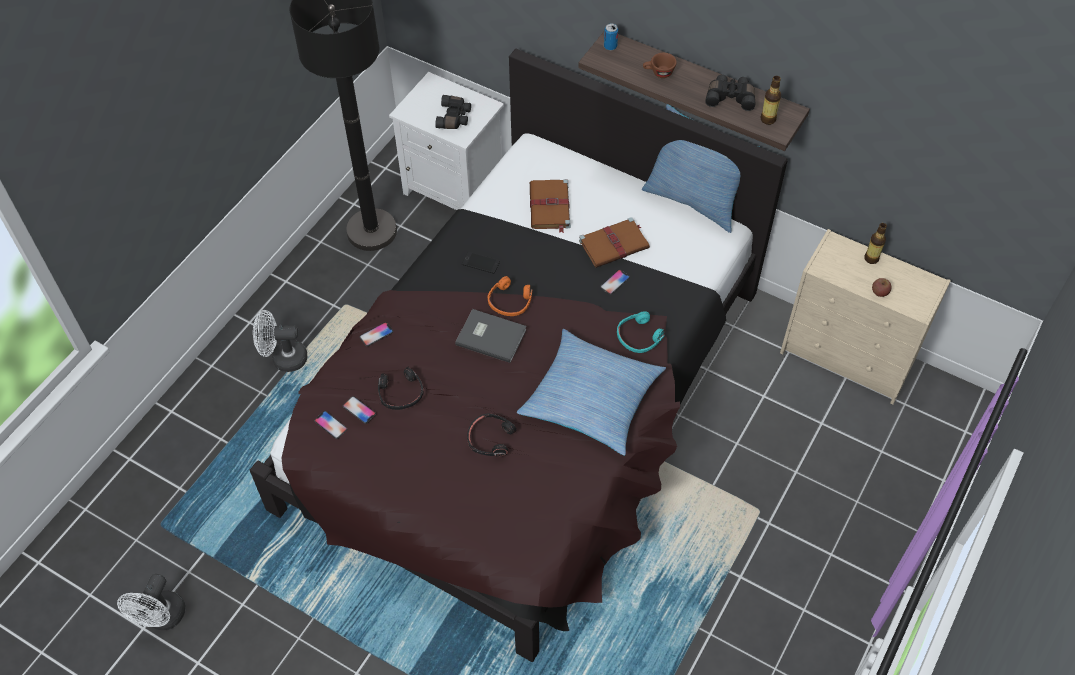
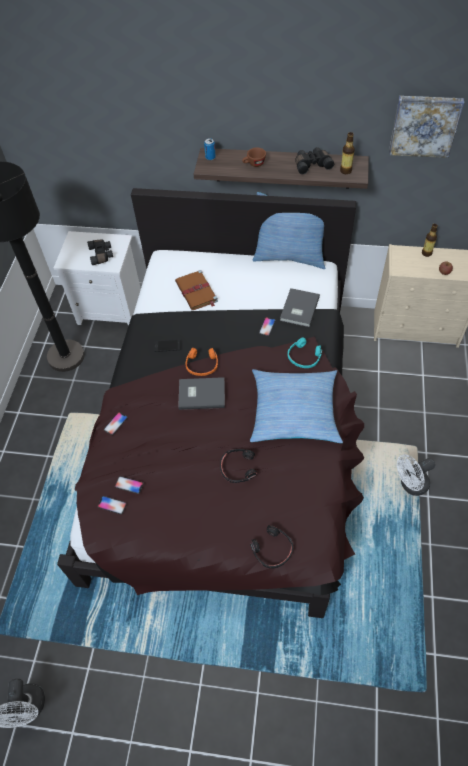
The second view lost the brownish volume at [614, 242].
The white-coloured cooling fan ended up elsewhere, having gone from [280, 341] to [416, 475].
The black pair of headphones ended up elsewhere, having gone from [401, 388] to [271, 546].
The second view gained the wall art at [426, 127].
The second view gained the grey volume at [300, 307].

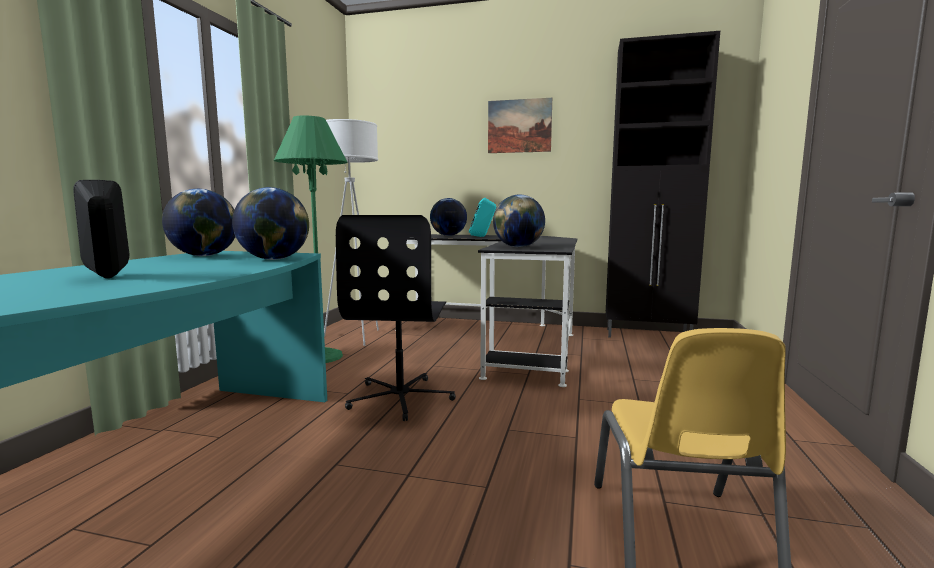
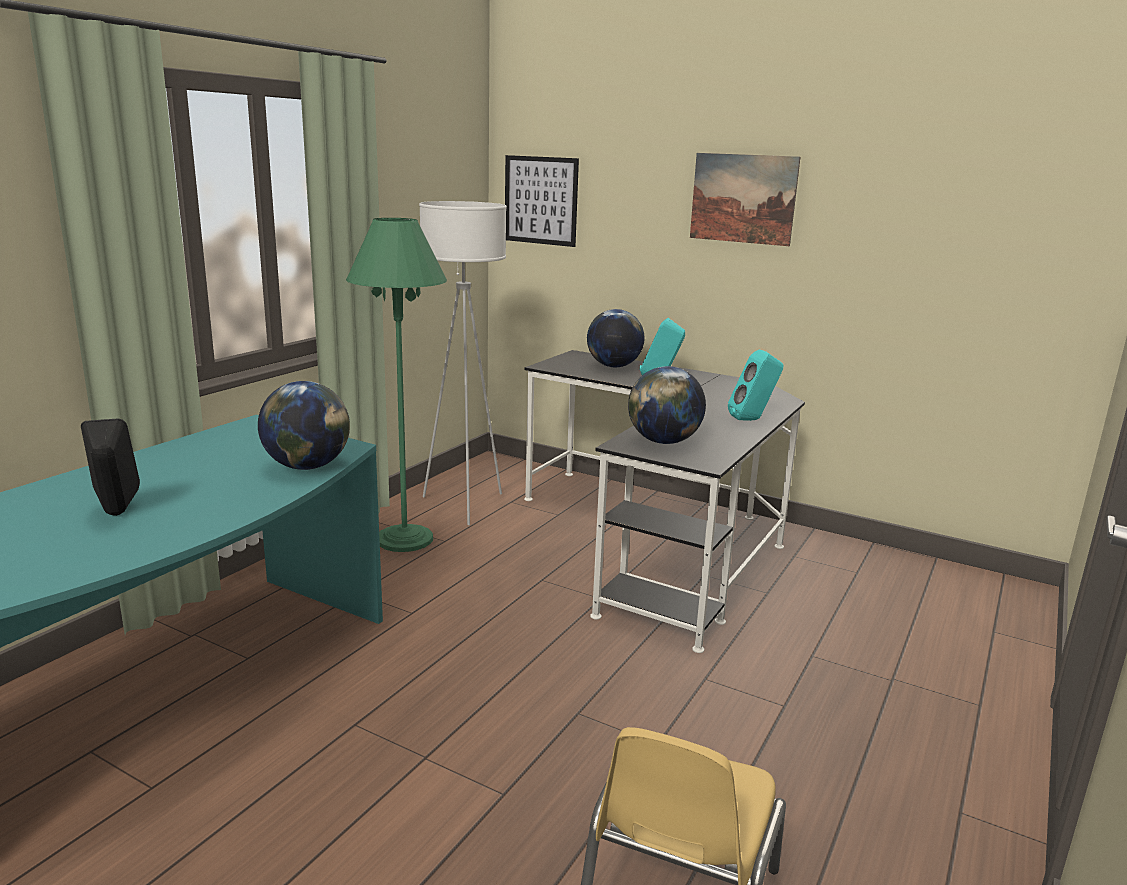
The second view lost the black cupboard at [663, 184].
The second view lost the globe at [199, 222].
The second view lost the black computer chair at [396, 318].
The second view gained the wall art at [542, 201].
The second view gained the turquoise-coloured speaker at [755, 385].

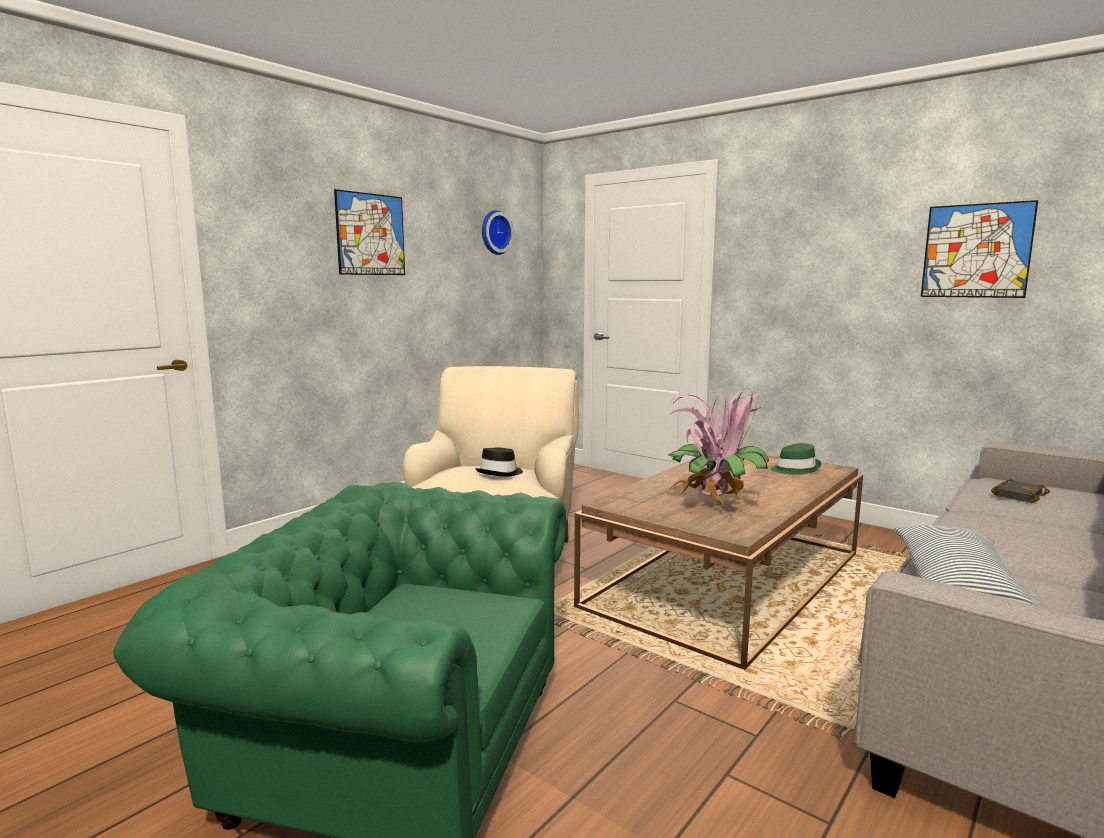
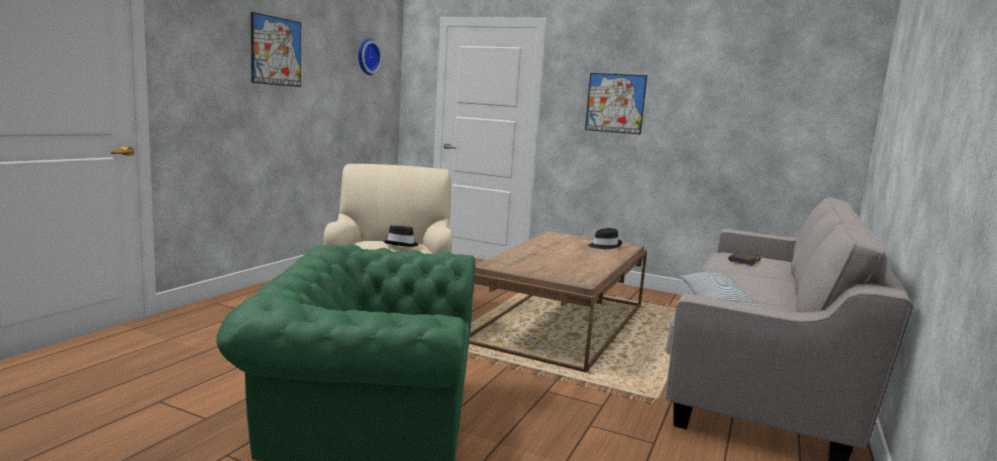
The wall art ended up elsewhere, having gone from [979, 249] to [616, 103].
The second view lost the houseplant at [718, 447].
What was the green-coloured wearable hat at [796, 459] turned into the black wearable hat at [605, 238].

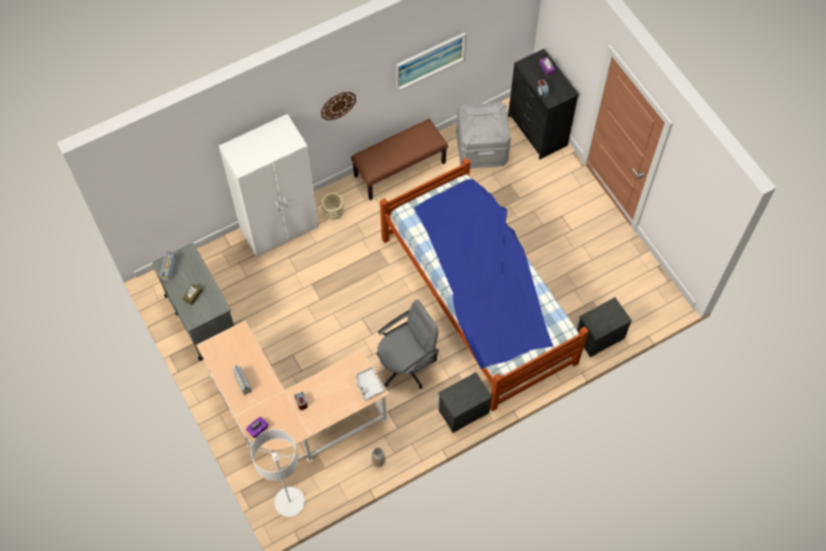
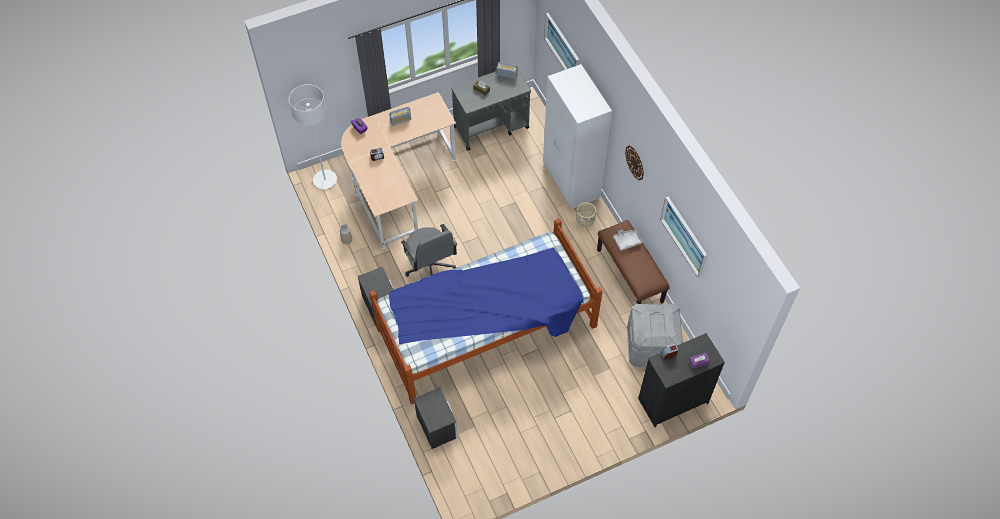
The grey serving tray ended up elsewhere, having gone from [370, 384] to [627, 240].
The second view gained the wall art at [561, 41].

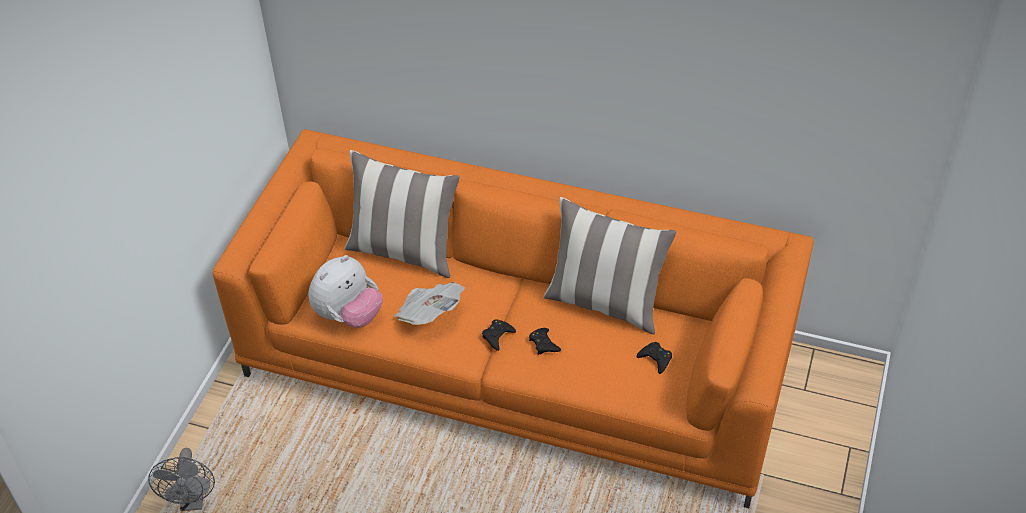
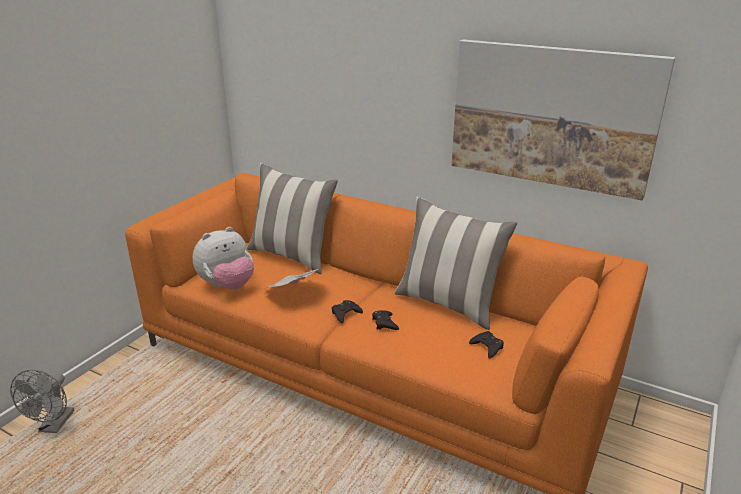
The second view gained the wall art at [563, 120].

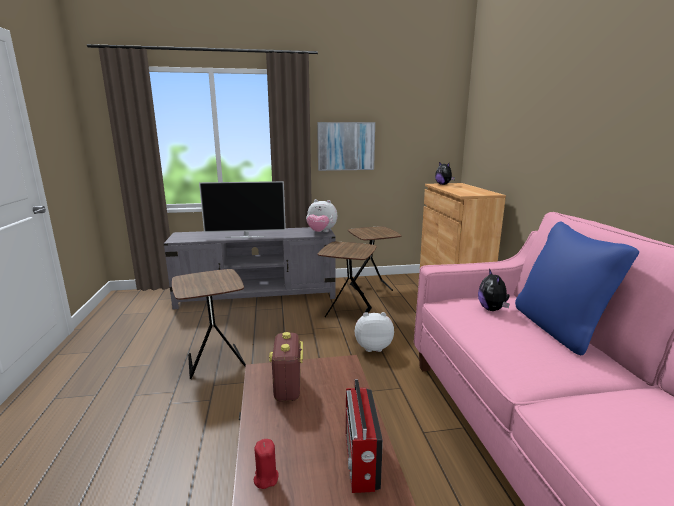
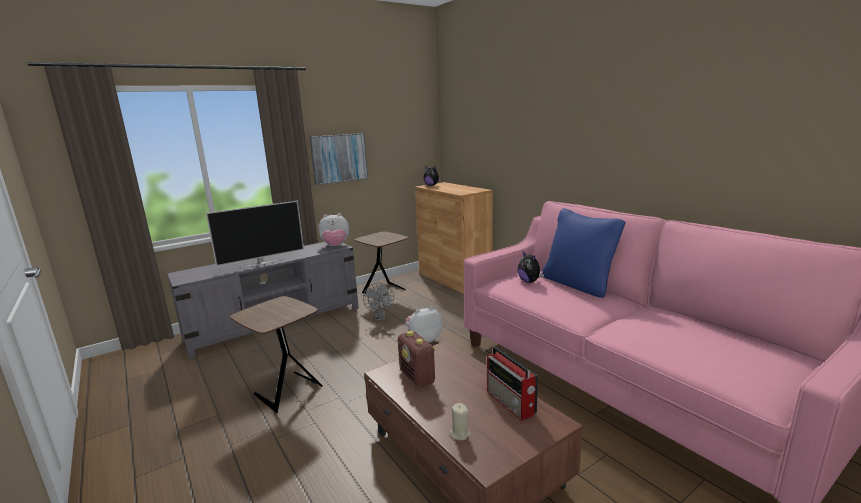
Where the brownish accent table stood at [347, 279], the grey cooling fan came to stand at [378, 302].
What was the red-coloured candle at [266, 464] turned into the sand-coloured candle at [460, 421].

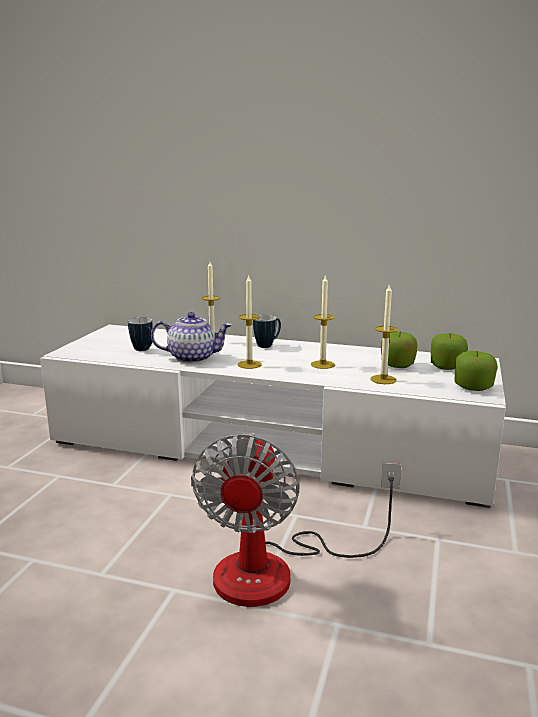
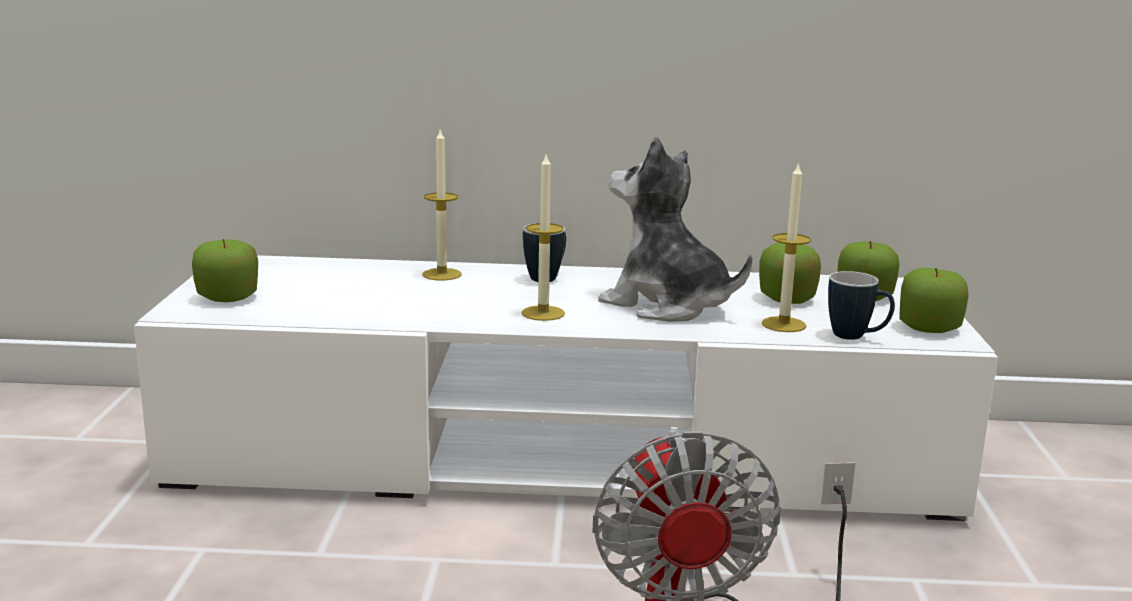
Where the candle stood at [323, 321], the cuddly toy came to stand at [675, 229].
The second view lost the tea pot at [191, 337].
The tea mug ended up elsewhere, having gone from [140, 334] to [861, 305].
The second view gained the whole apple at [225, 270].

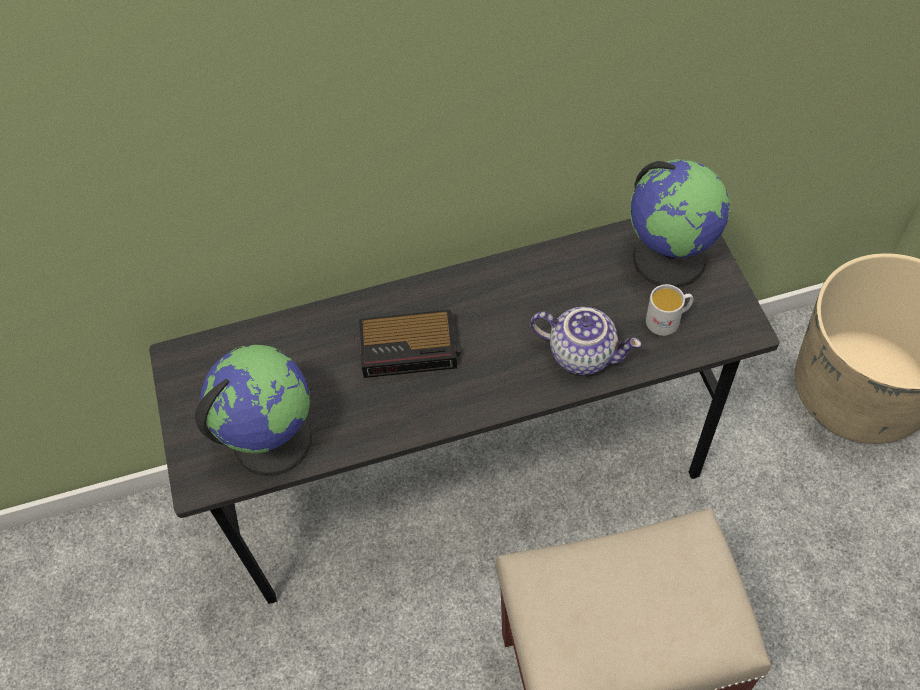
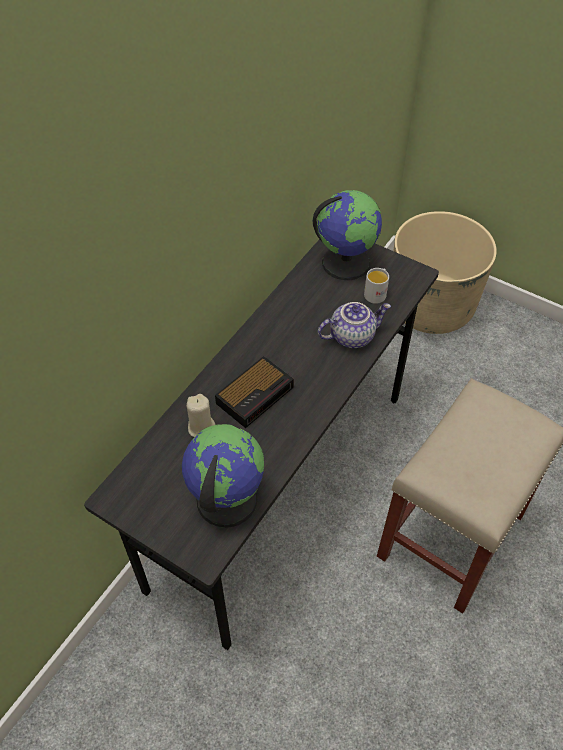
The second view gained the sand-coloured candle at [200, 415].

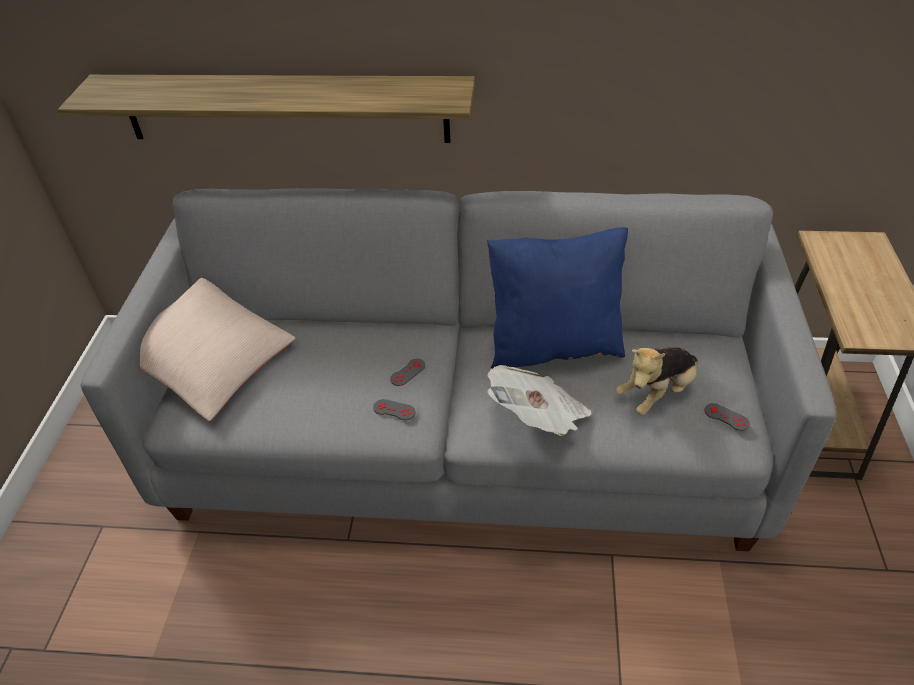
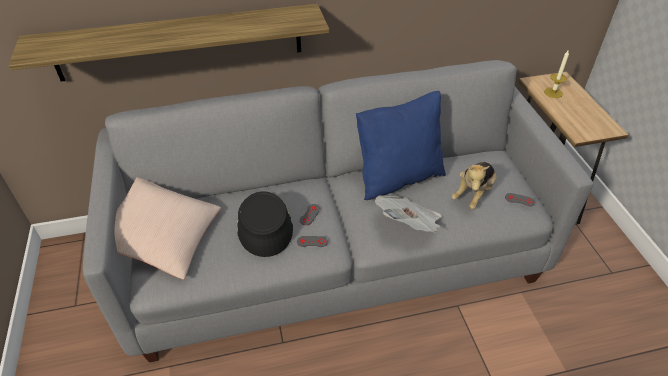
The second view gained the candle at [556, 73].
The second view gained the black wearable hat at [265, 224].

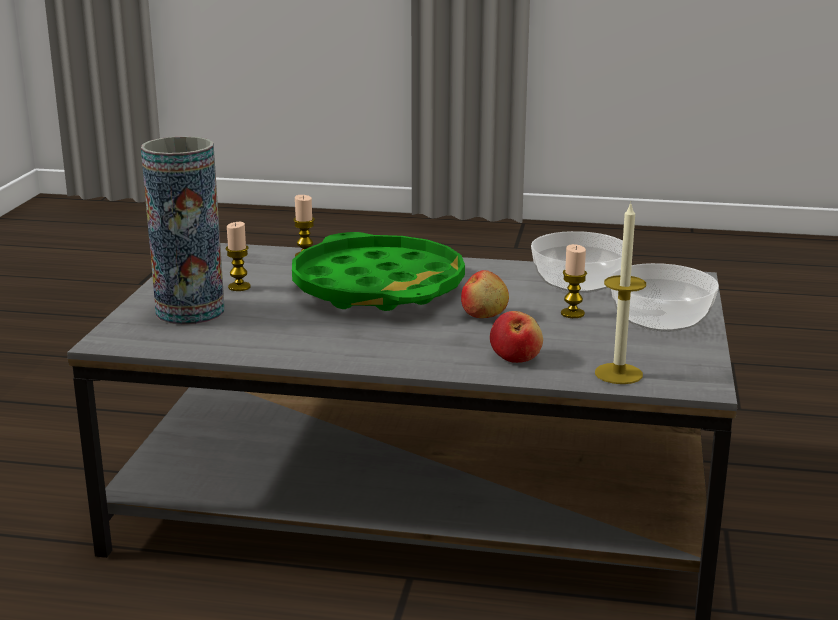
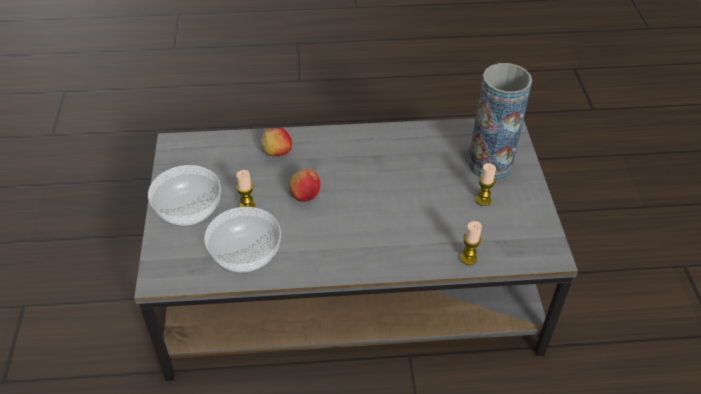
The second view lost the candle at [620, 293].
The second view lost the green-coloured serving tray at [378, 271].

